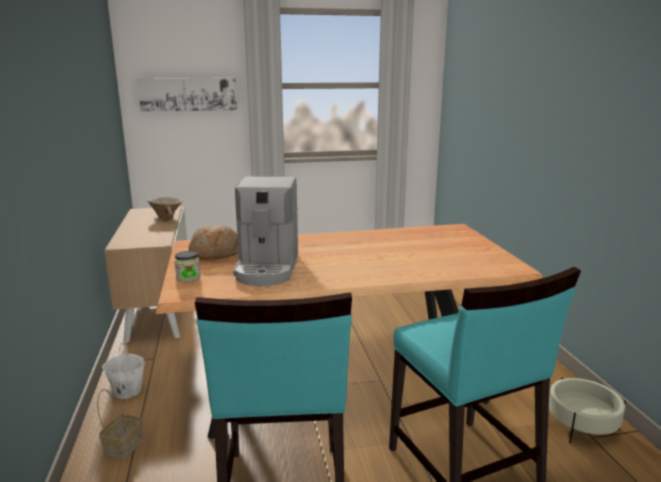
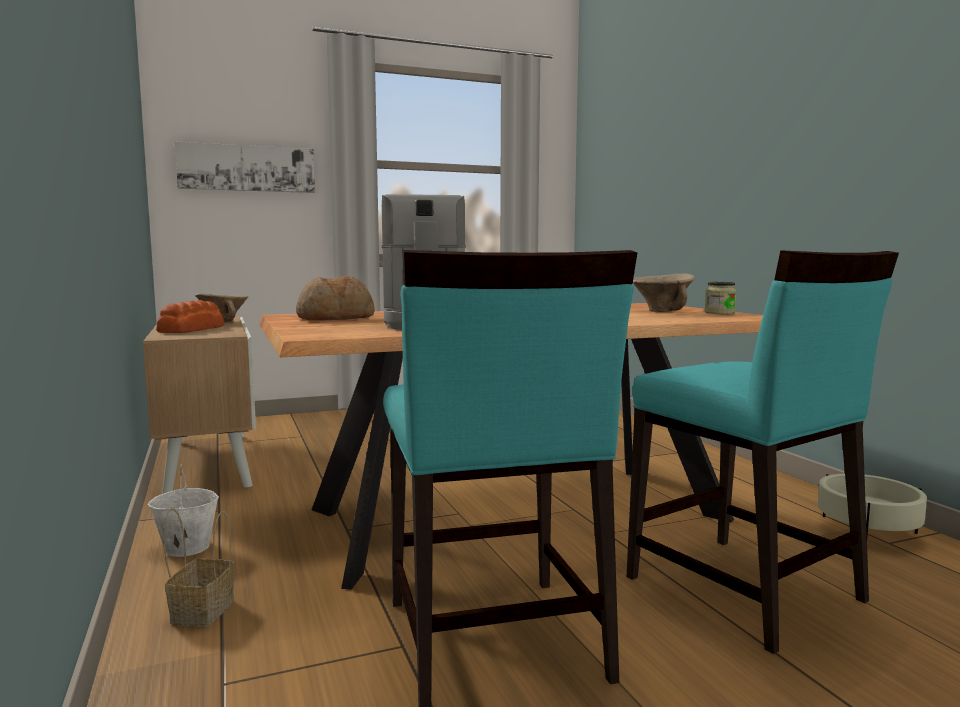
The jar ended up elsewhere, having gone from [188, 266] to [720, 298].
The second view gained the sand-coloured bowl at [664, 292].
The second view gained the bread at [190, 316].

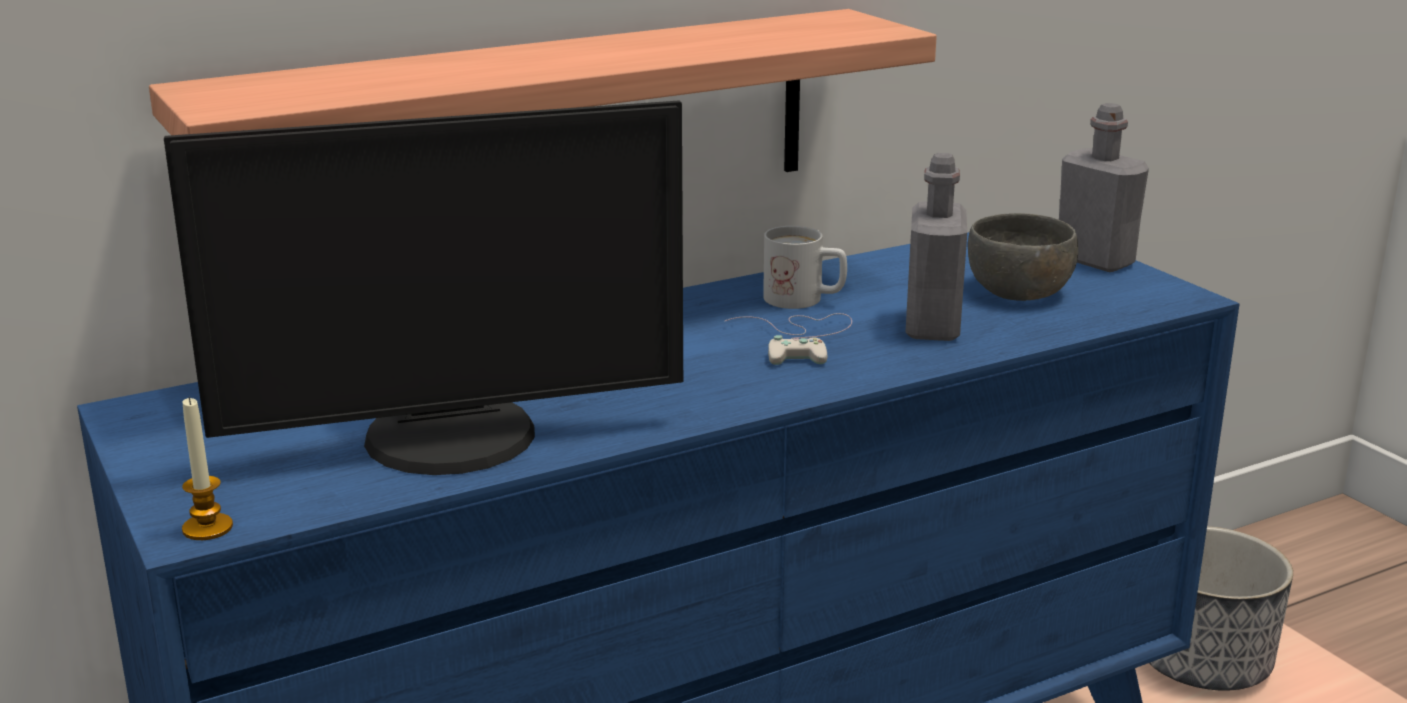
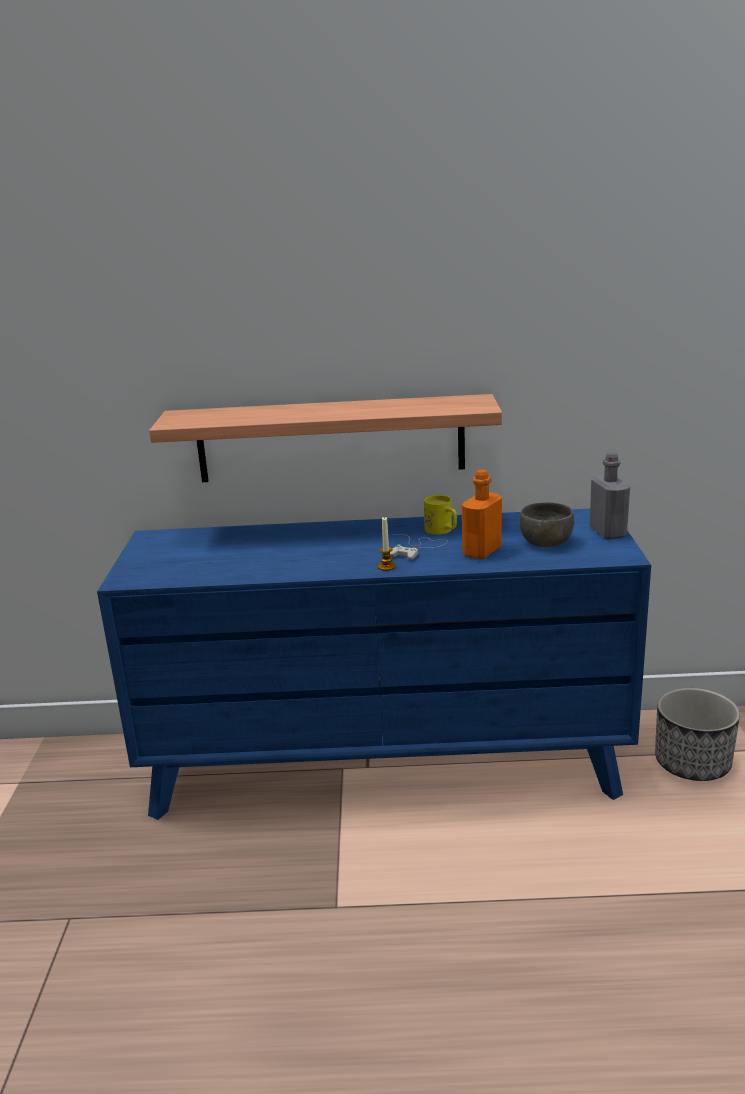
The second view lost the monitor at [423, 288].
What was the grey drink bottle at [936, 247] turned into the orange-coloured drink bottle at [481, 514].
What was the white-coloured tea mug at [805, 267] turned into the yellow-coloured tea mug at [440, 515].
The candle ended up elsewhere, having gone from [207, 468] to [387, 543].

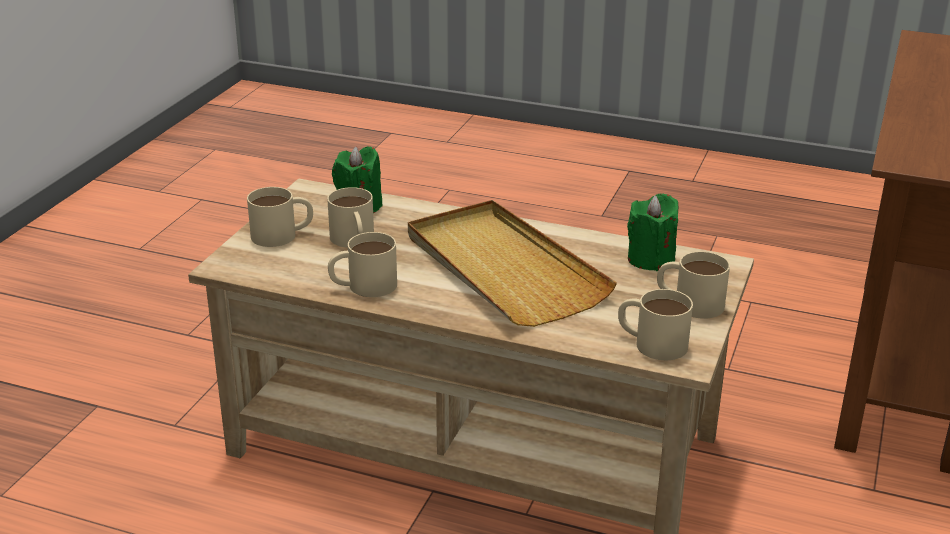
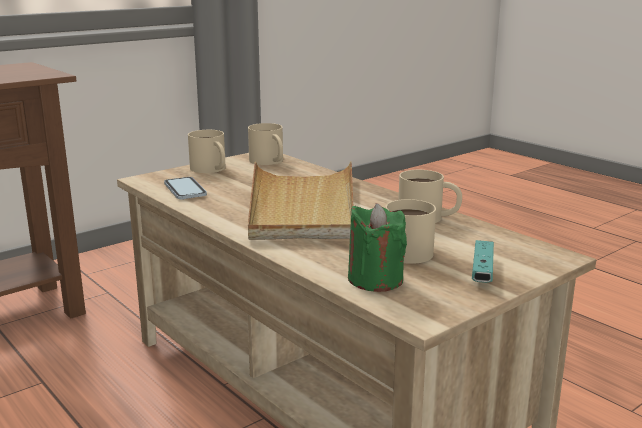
Where the sand-coloured tea mug stood at [280, 217], the turquoise-coloured gamepad came to stand at [483, 261].
Where the green-coloured candle stood at [652, 232], the phone came to stand at [185, 188].

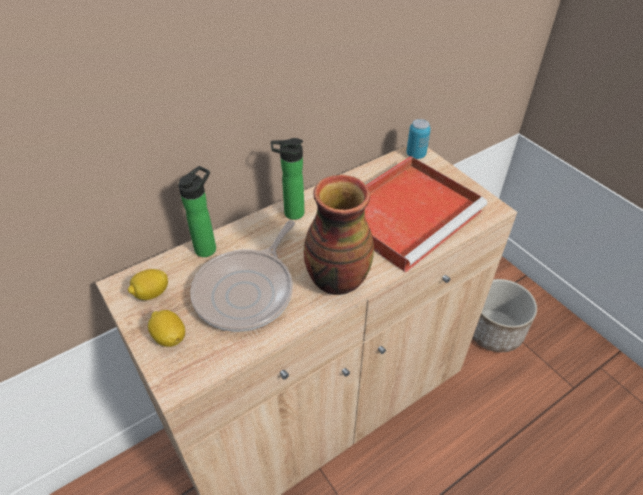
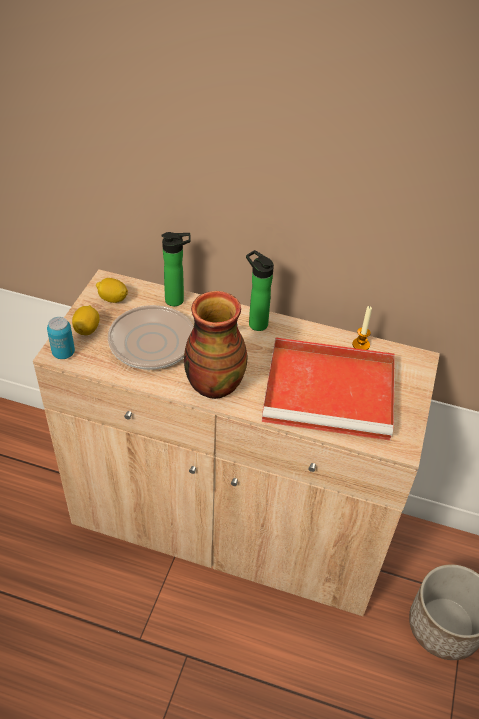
The can ended up elsewhere, having gone from [418, 139] to [61, 338].
The second view gained the candle at [362, 328].

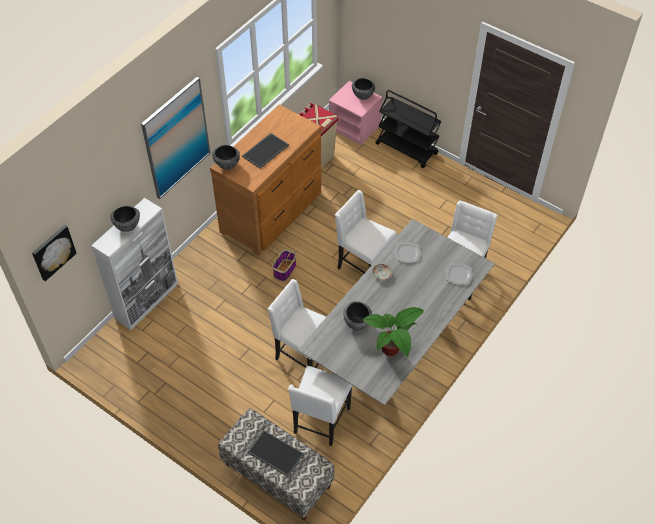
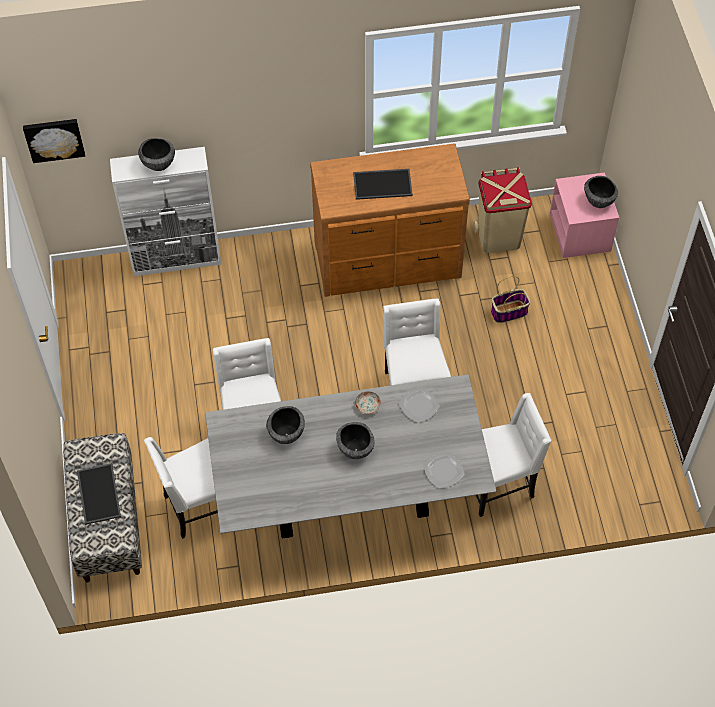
The second view lost the wall art at [175, 138].
The second view lost the black trolley at [409, 129].
The bowl ended up elsewhere, having gone from [226, 157] to [355, 440].
The household basket ended up elsewhere, having gone from [284, 262] to [511, 299].
The second view lost the houseplant at [393, 332].

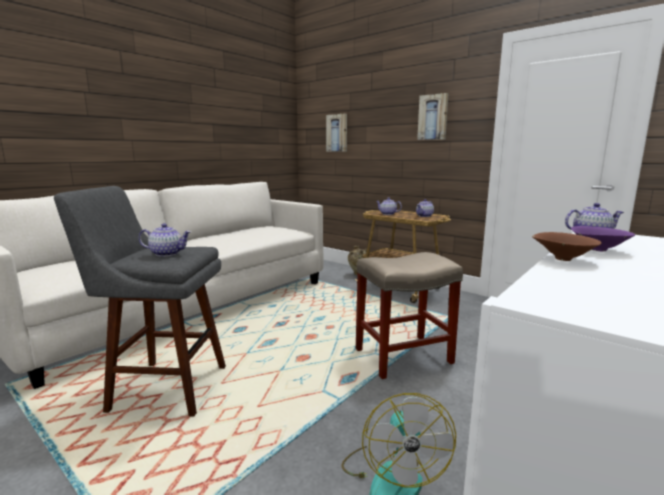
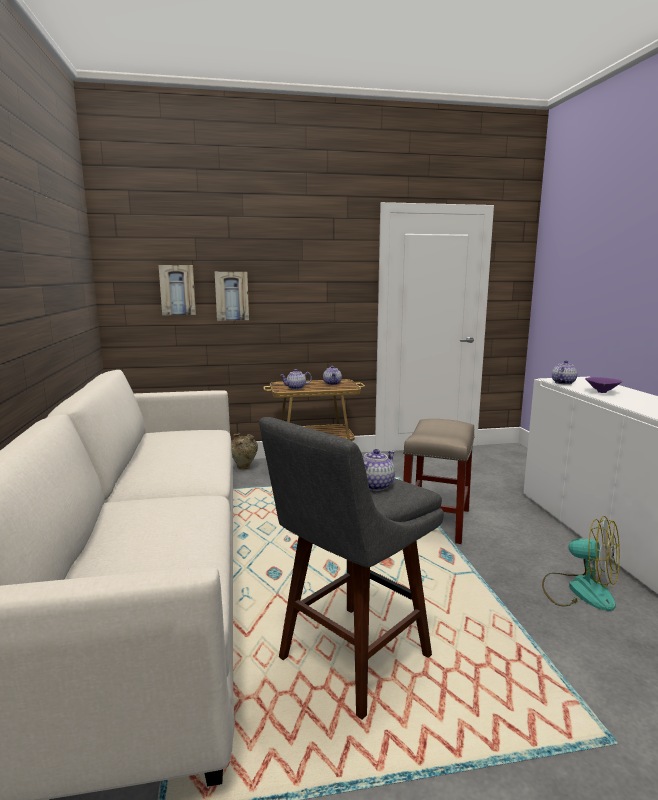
The wall art ended up elsewhere, having gone from [433, 116] to [232, 296].
The second view lost the brownish bowl at [567, 246].

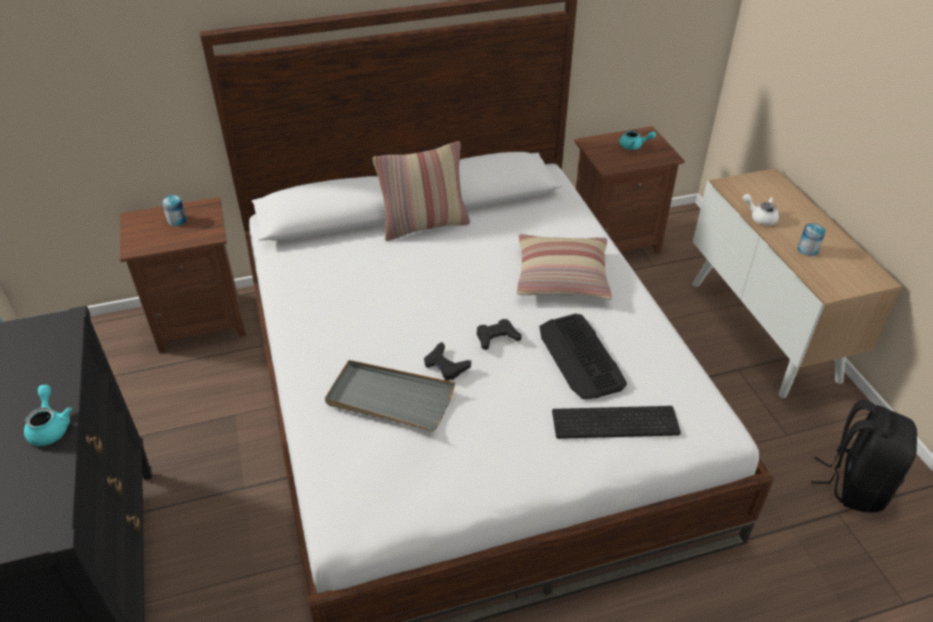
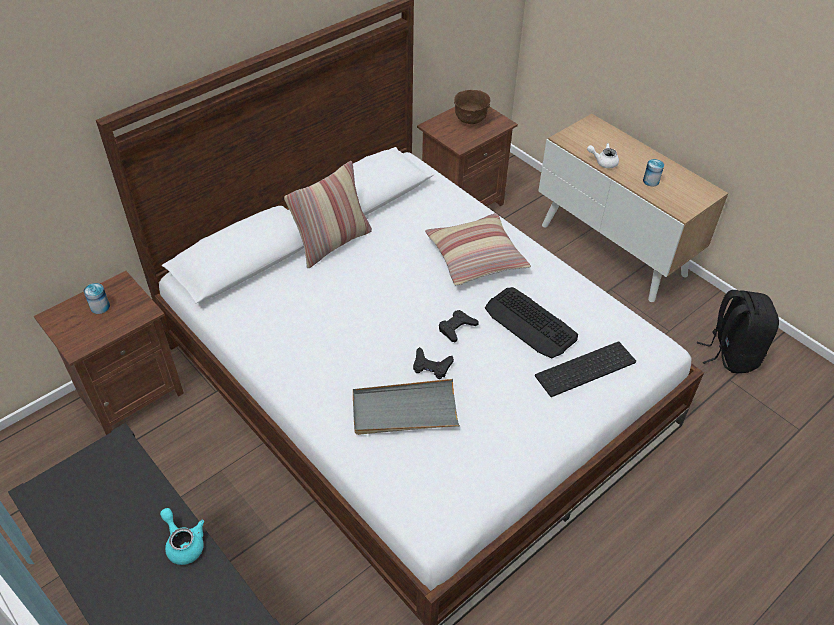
Where the turquoise-coloured tea pot stood at [637, 140], the brownish bowl came to stand at [472, 107].

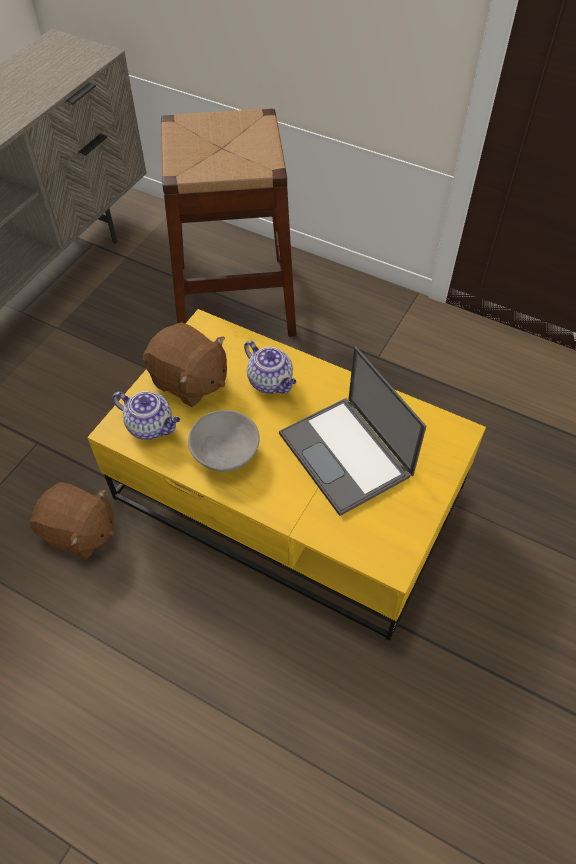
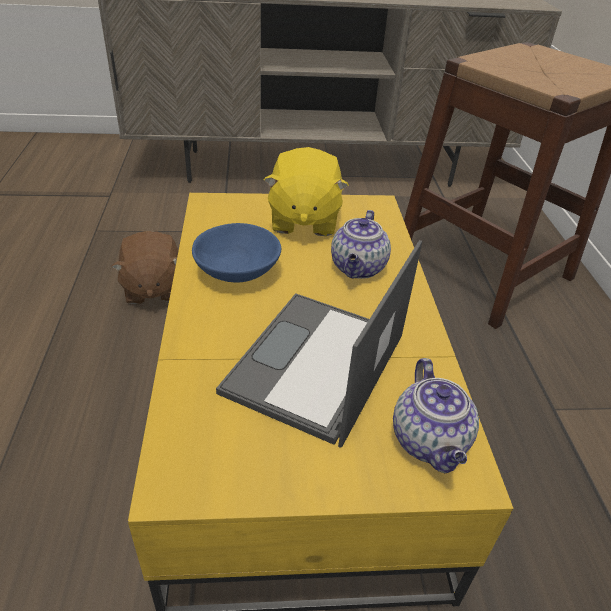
What was the brownish cuddly toy at [185, 364] turned into the yellow-coloured cuddly toy at [306, 191].
The tea pot ended up elsewhere, having gone from [146, 415] to [436, 415].
What was the grey bowl at [224, 441] turned into the bluish bowl at [236, 253].

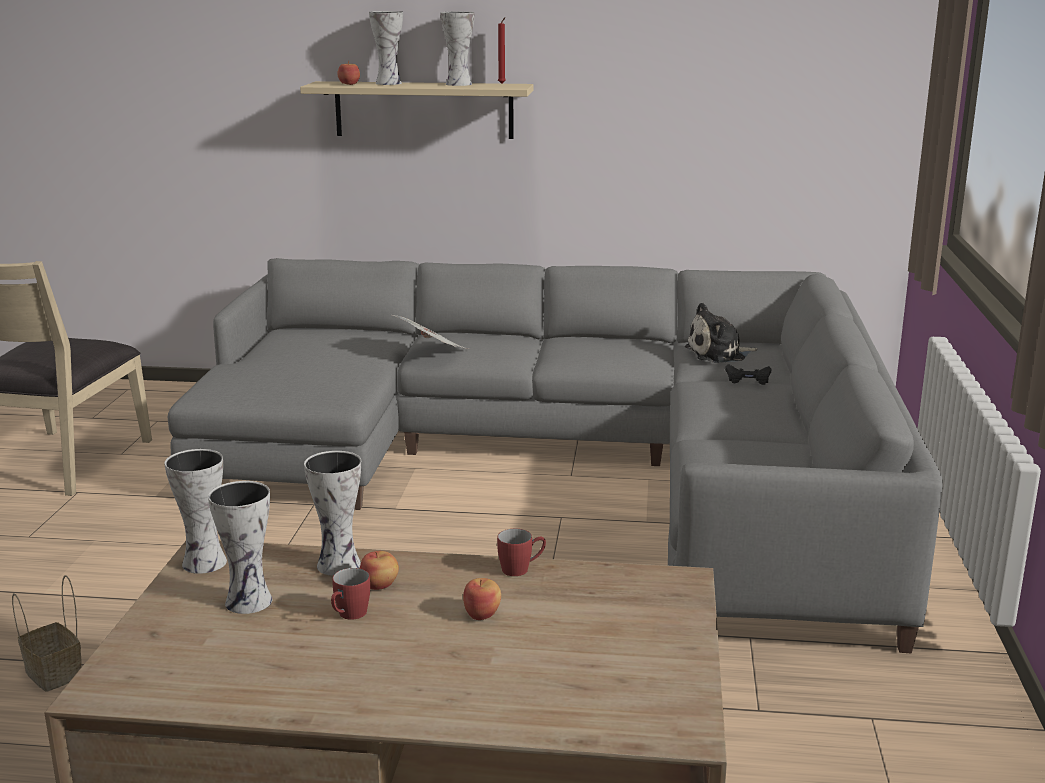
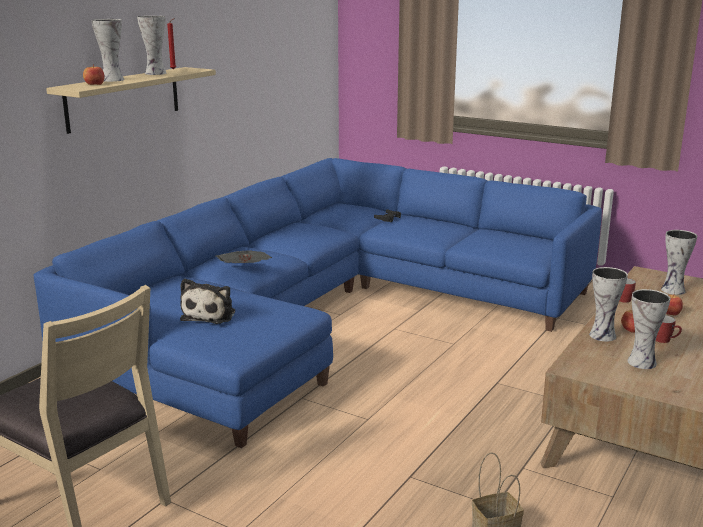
What was the grey sofa at [555, 455] turned into the bluish sofa at [317, 303].
The cuddly toy ended up elsewhere, having gone from [721, 333] to [207, 301].
The vase ended up elsewhere, having gone from [195, 511] to [679, 262].

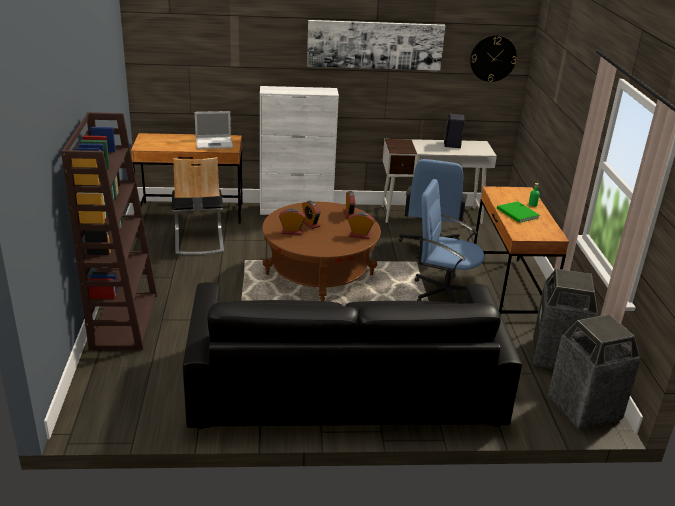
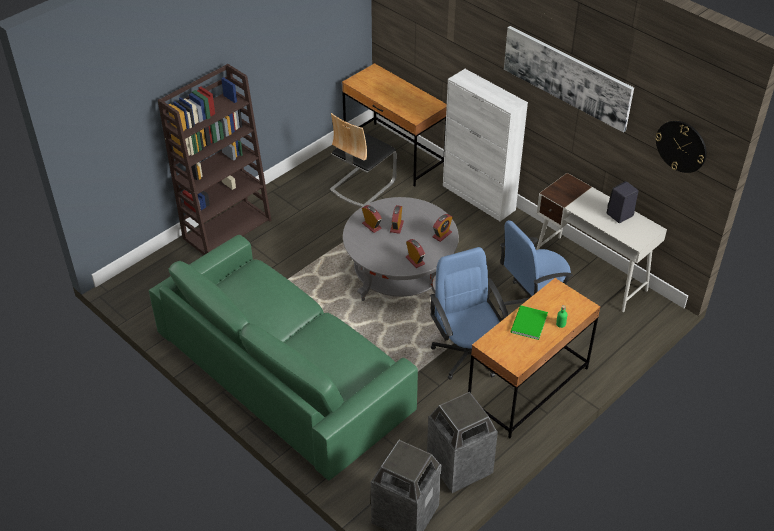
The second view lost the notebook computer at [214, 130].
What was the brownish low table at [321, 251] turned into the grey low table at [401, 249].
What was the black sofa at [352, 355] turned into the green-coloured sofa at [283, 358].

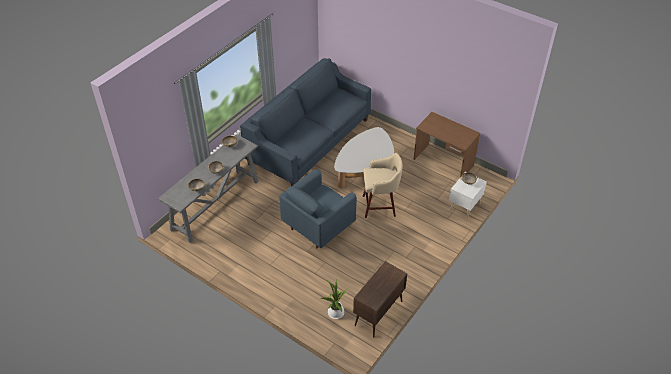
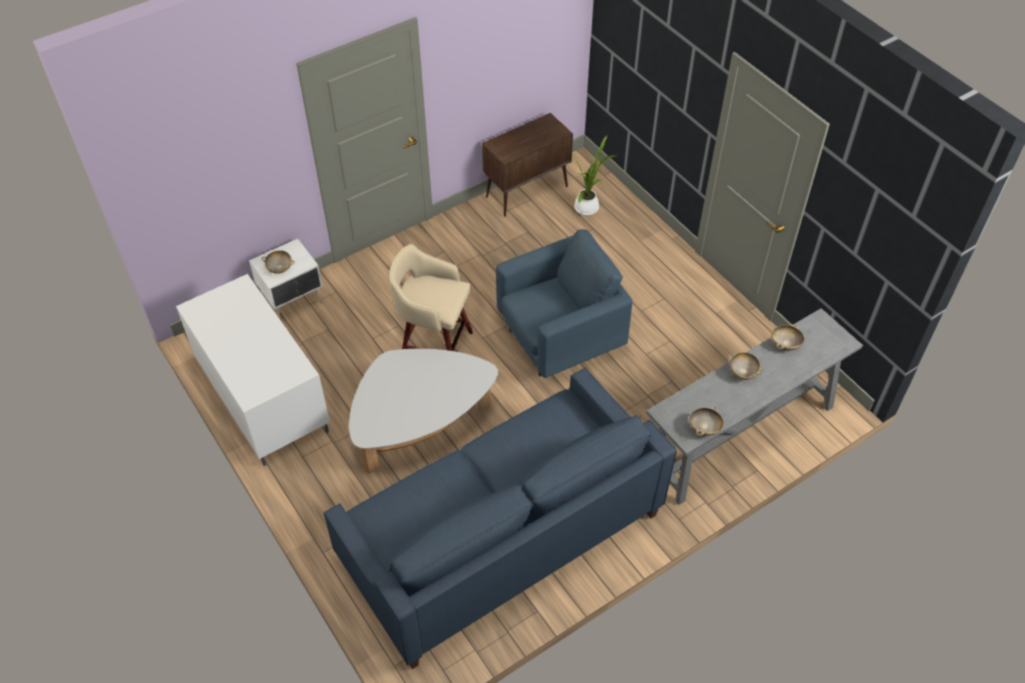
Where the brownish desk unit stood at [446, 144], the white-coloured tv stand came to stand at [253, 370].

